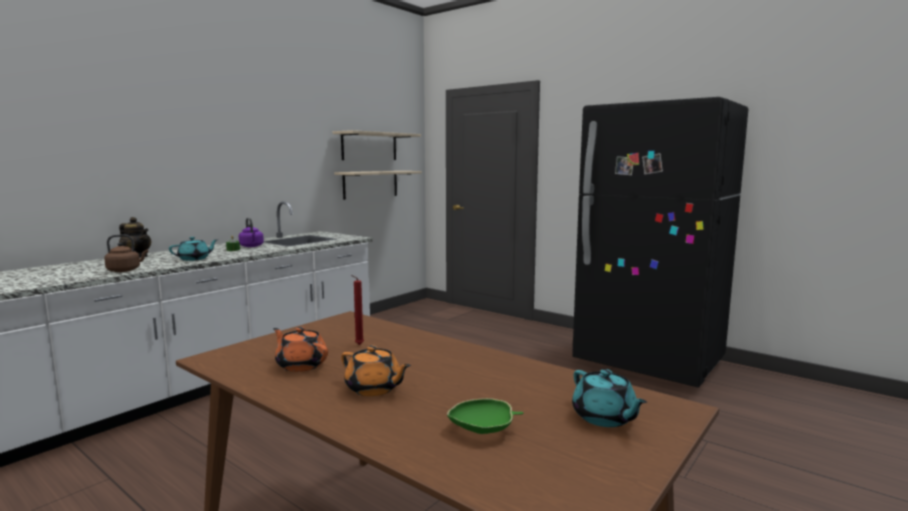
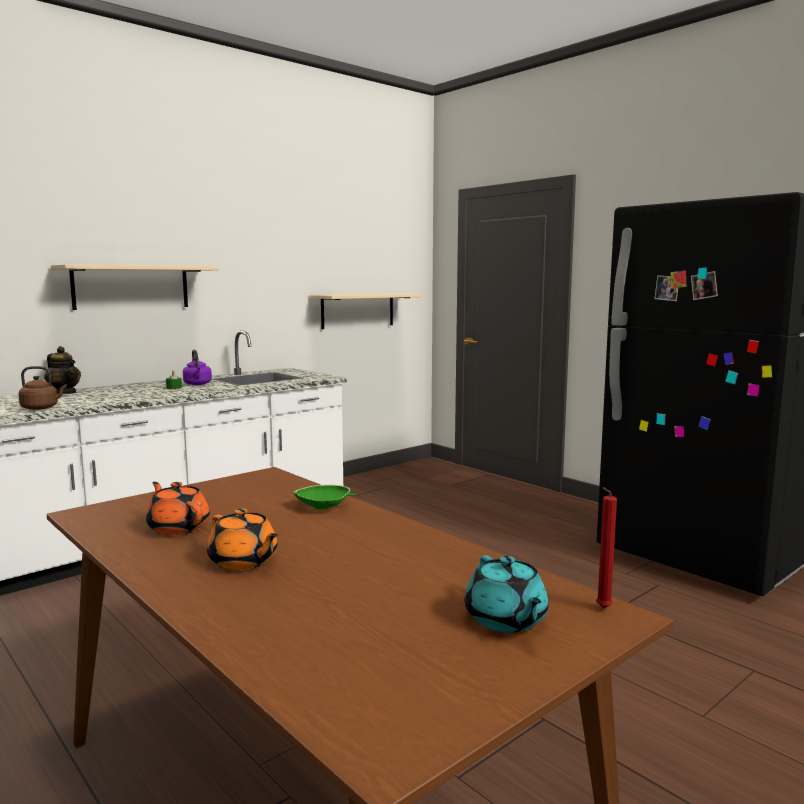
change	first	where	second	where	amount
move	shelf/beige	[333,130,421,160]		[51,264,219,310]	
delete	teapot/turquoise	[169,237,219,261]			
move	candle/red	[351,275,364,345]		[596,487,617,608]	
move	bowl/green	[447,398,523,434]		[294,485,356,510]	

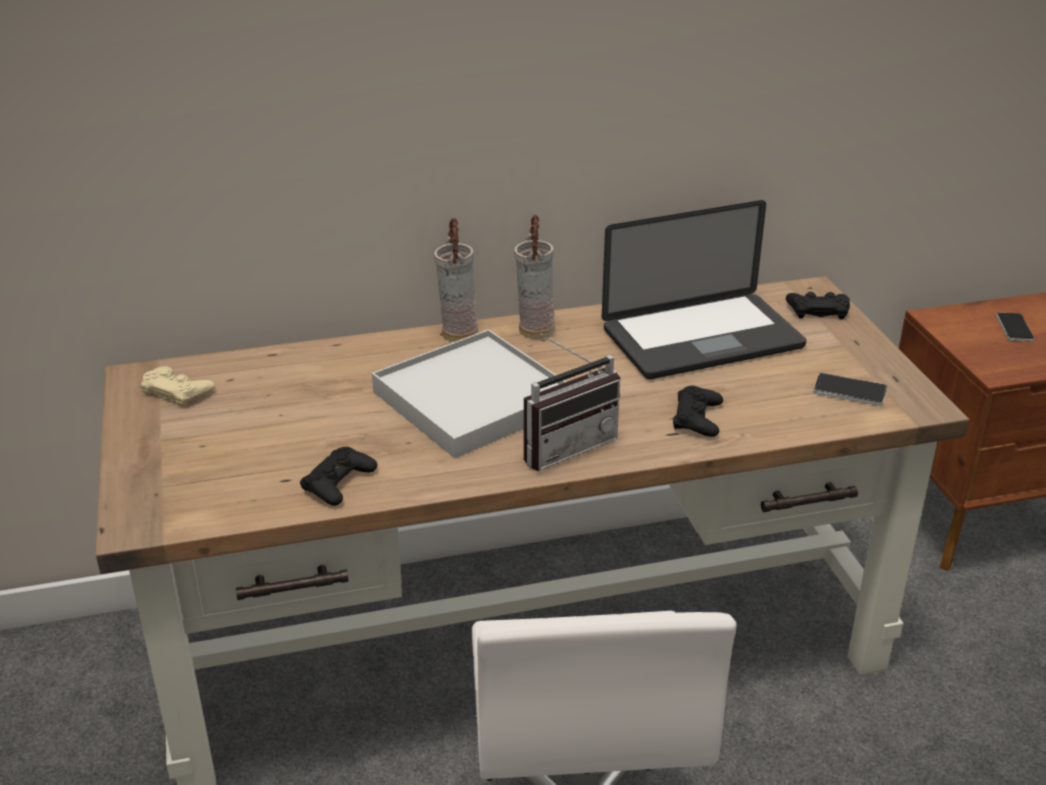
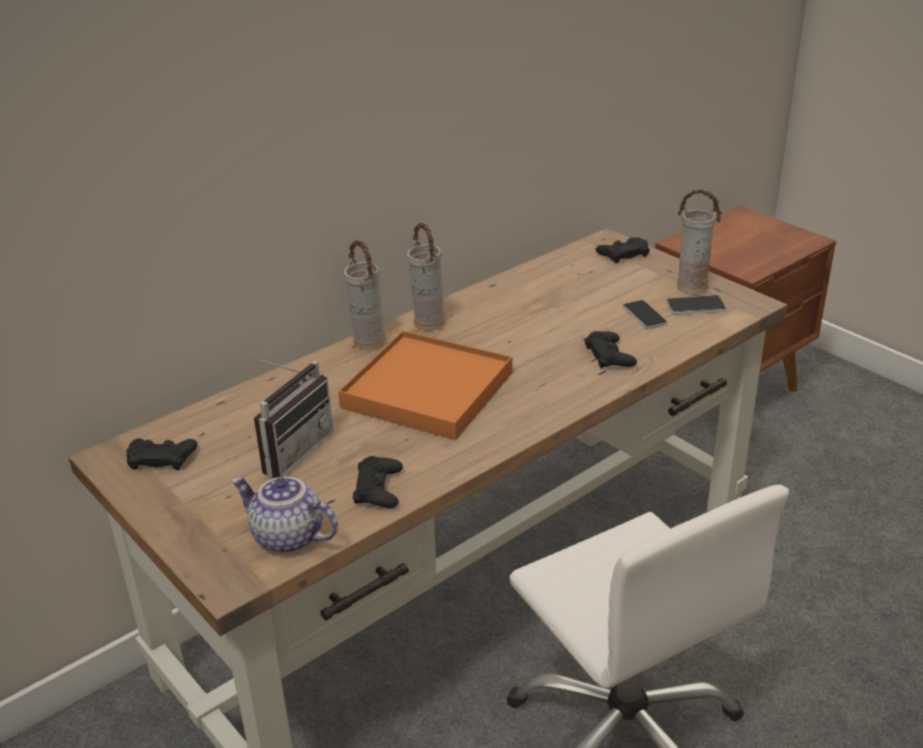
change	first	where	second	where	amount
delete	laptop	[602,200,807,379]			
move	phone	[996,313,1034,342]		[623,300,667,329]	
recolor	tray/white	[372,329,566,458]	tray/orange	[338,331,512,440]	
move	radio	[524,333,620,471]		[250,357,333,479]	
recolor	game controller/beige	[140,366,215,407]	game controller/black	[126,439,198,470]	
insert			vase	[677,189,722,294]	
insert			teapot	[231,476,338,553]	

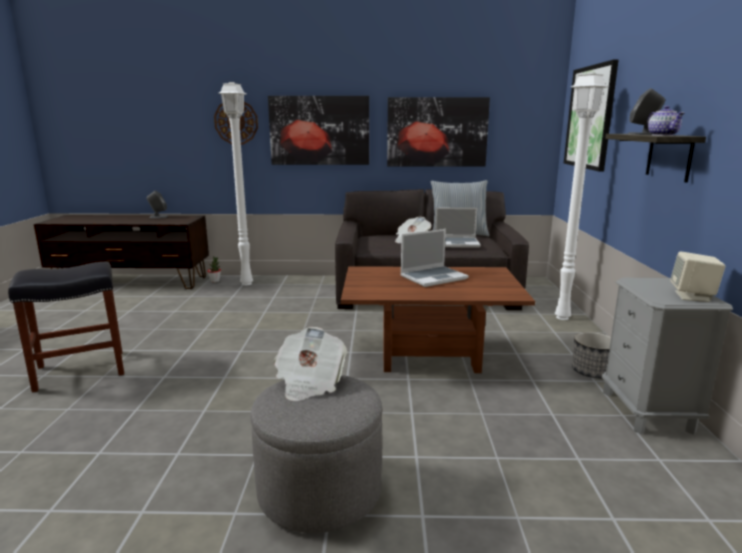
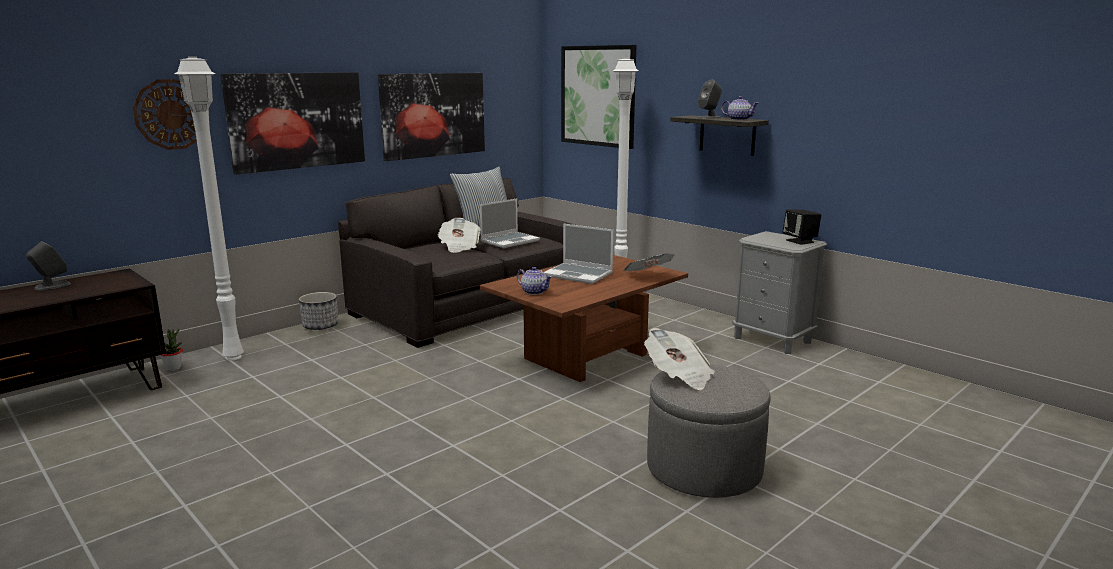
change	first	where	second	where	amount
rotate	laptop	[400,229,469,287]		[543,224,613,284]	105 degrees clockwise
recolor	speaker/beige	[670,251,726,302]	speaker/black	[783,209,821,245]	
delete	stool/black	[8,262,124,392]			
move	planter	[572,332,611,378]		[299,292,338,330]	
insert			newspaper	[623,253,674,271]	
insert			teapot	[516,267,552,295]	

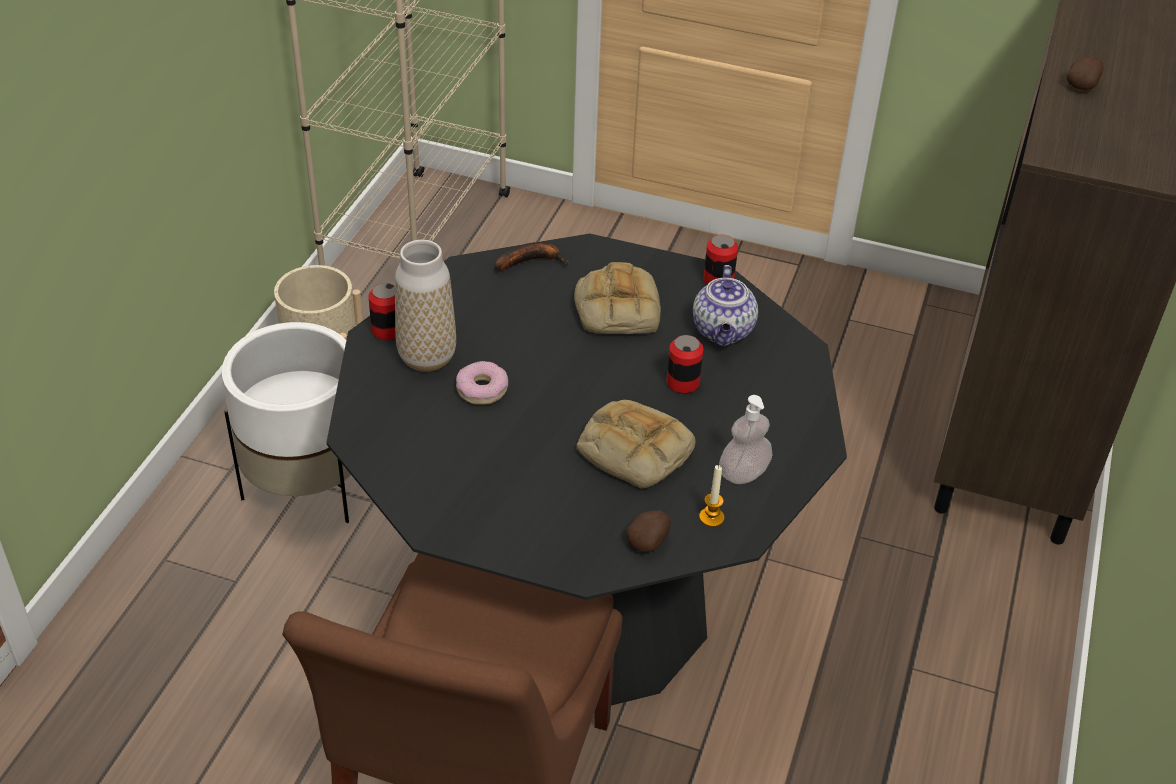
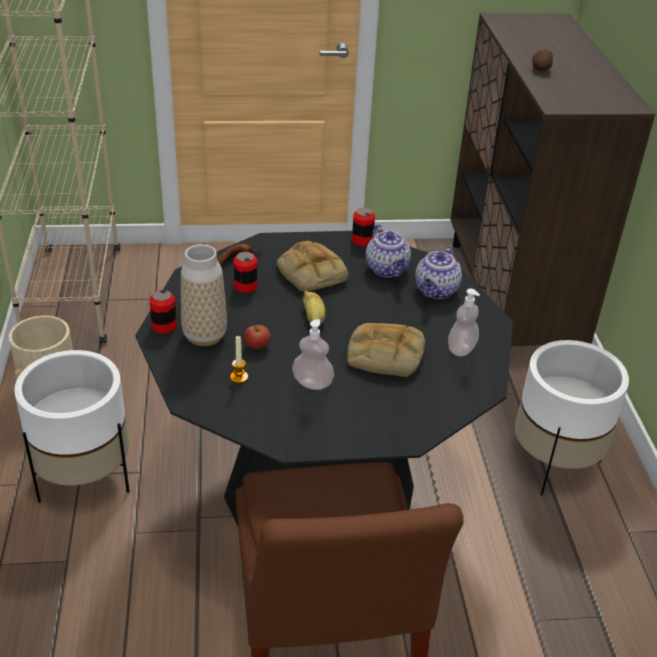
change	first	where	second	where	amount
move	can	[667,335,703,393]		[234,252,257,293]	
replace	donut	[456,361,508,405]	apple	[244,325,270,349]	
move	candle	[699,465,725,527]		[230,336,248,383]	
delete	potato	[626,511,671,552]			
insert			teapot	[415,245,462,299]	
insert			banana	[303,287,325,324]	
insert			soap dispenser	[292,319,334,390]	
insert			planter/white	[515,340,629,495]	

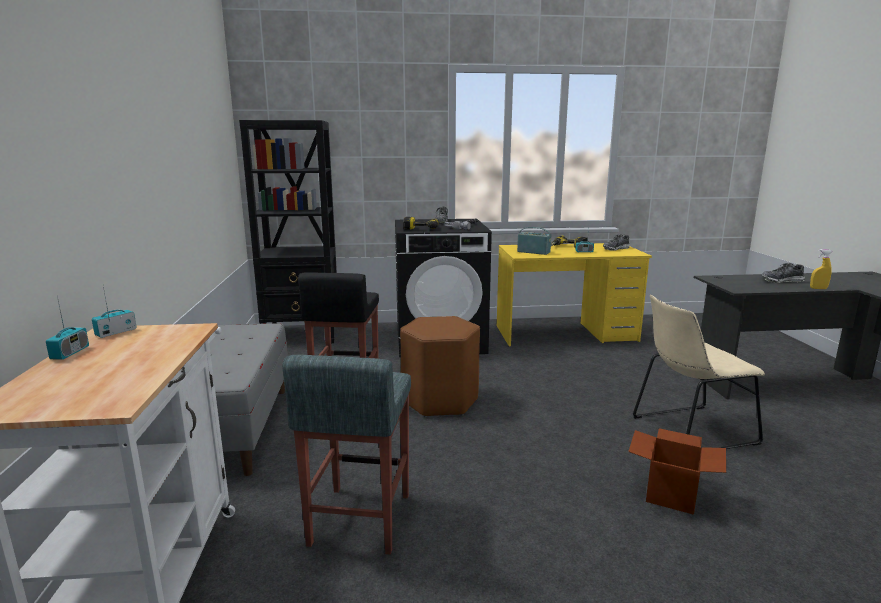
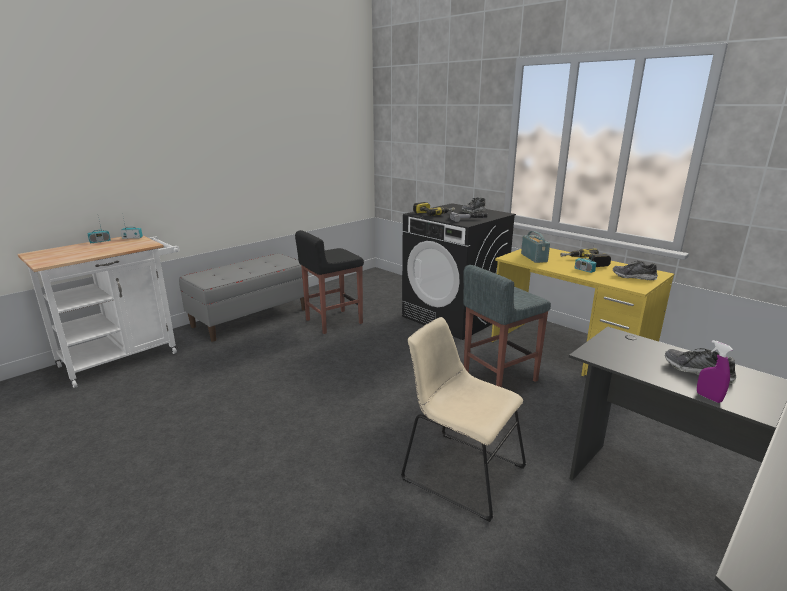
change	first	where	second	where	amount
delete	bookcase/black	[239,120,337,343]			
recolor	spray bottle/yellow	[810,249,832,289]	spray bottle/purple	[697,340,733,403]	
delete	stool/brown	[400,316,480,417]			
move	stool/grey	[282,355,411,555]		[463,265,551,387]	
delete	cardboard box	[628,428,726,515]			

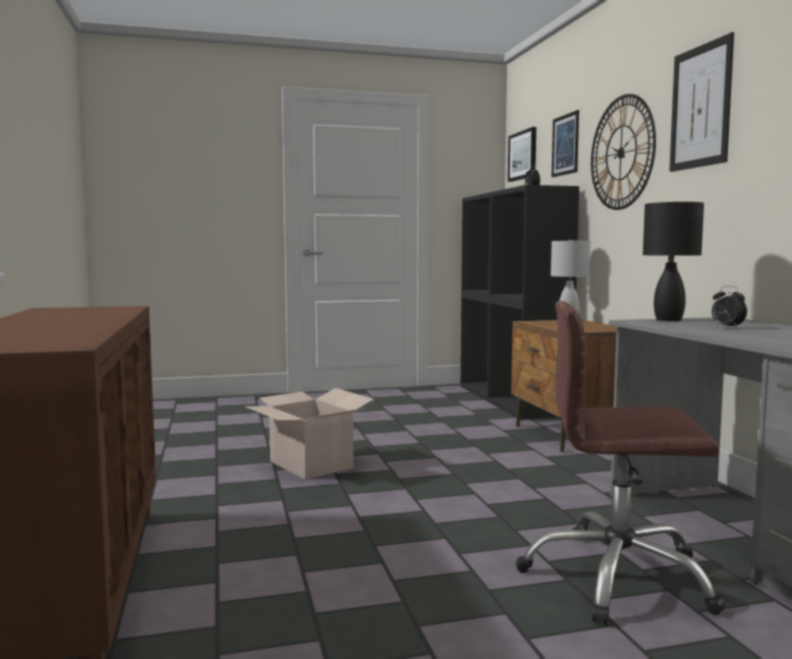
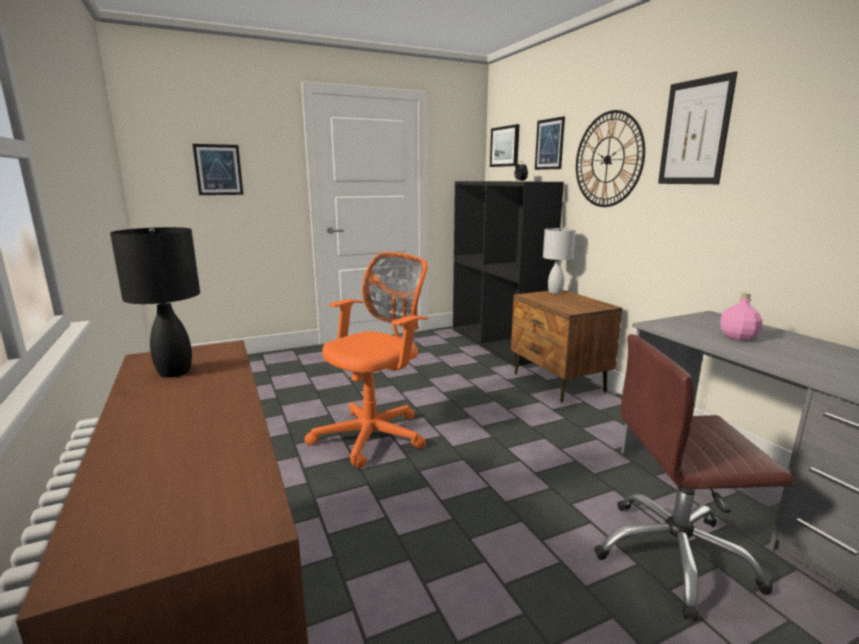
change	first	where	second	where	amount
move	table lamp/black	[643,202,704,321]		[110,227,200,377]	
replace	alarm clock	[712,286,747,329]	bottle/pink	[720,293,763,341]	
replace	cardboard box	[245,388,374,479]	office chair/orange	[304,252,428,468]	
insert			picture	[193,144,244,195]	

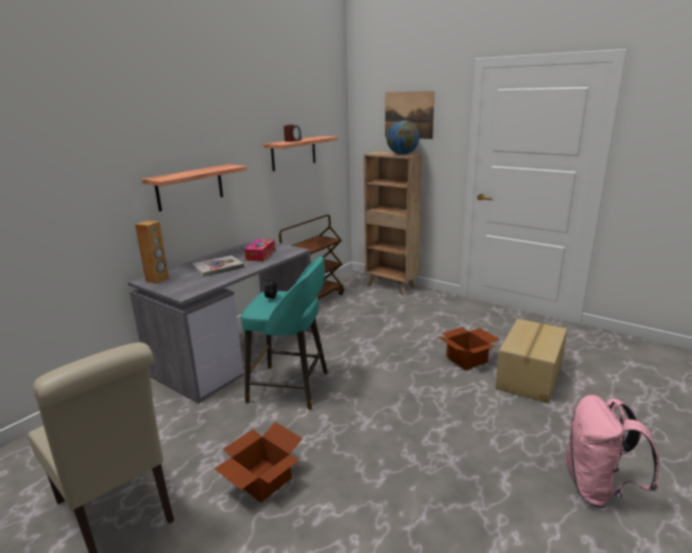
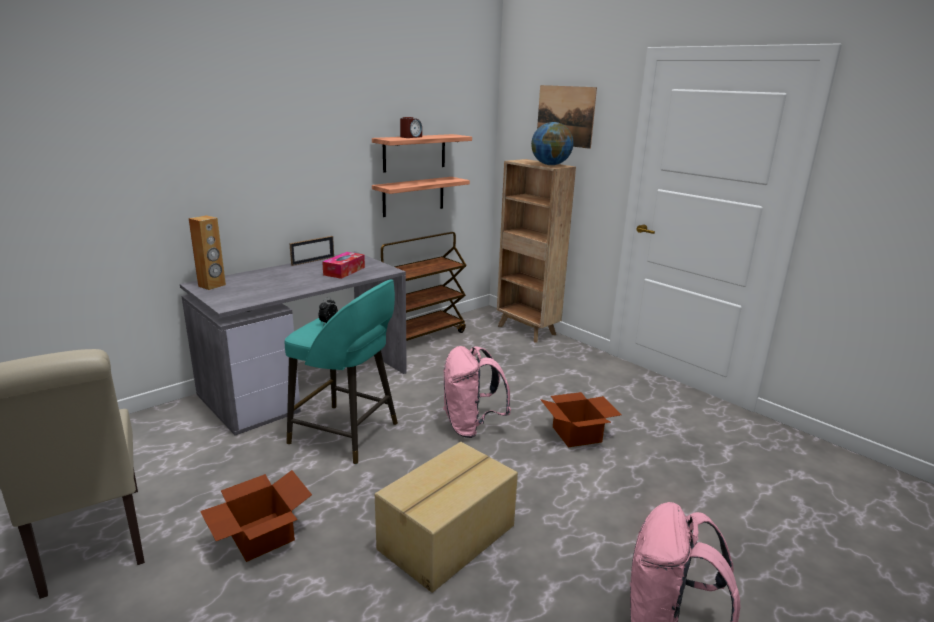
change	first	where	second	where	amount
move	shelf	[141,164,247,211]		[372,177,470,217]	
delete	book	[192,255,244,277]			
move	cardboard box	[495,319,567,403]		[375,442,518,593]	
insert			picture frame	[289,236,334,266]	
insert			backpack/pink	[443,346,511,438]	

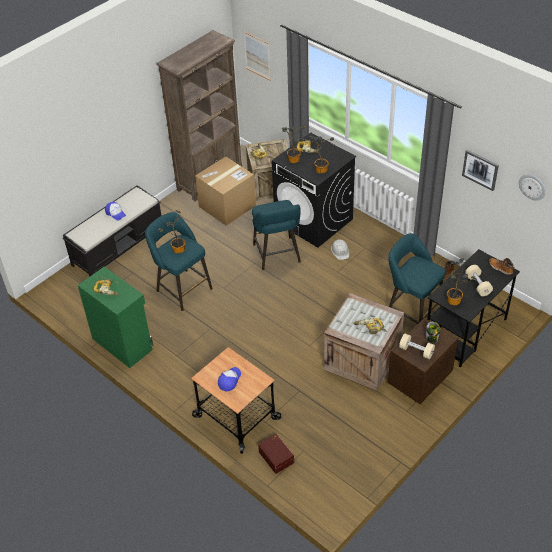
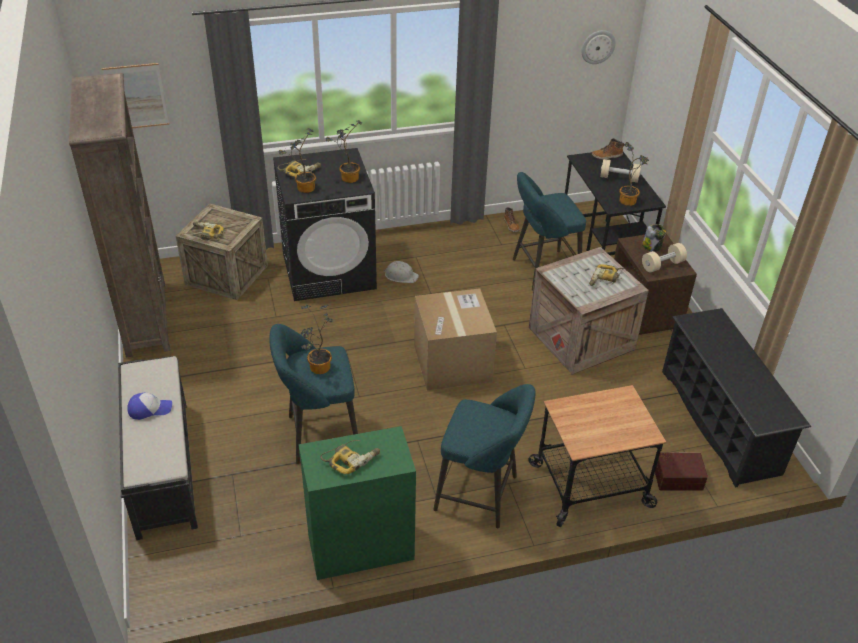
change	first	where	second	where	amount
delete	picture	[462,150,499,191]			
move	cardboard box	[195,157,256,226]		[414,288,497,390]	
move	stool/turquoise	[252,200,301,270]		[433,384,536,529]	
delete	cap	[218,367,241,391]			
insert			shoe rack/black	[662,308,811,488]	

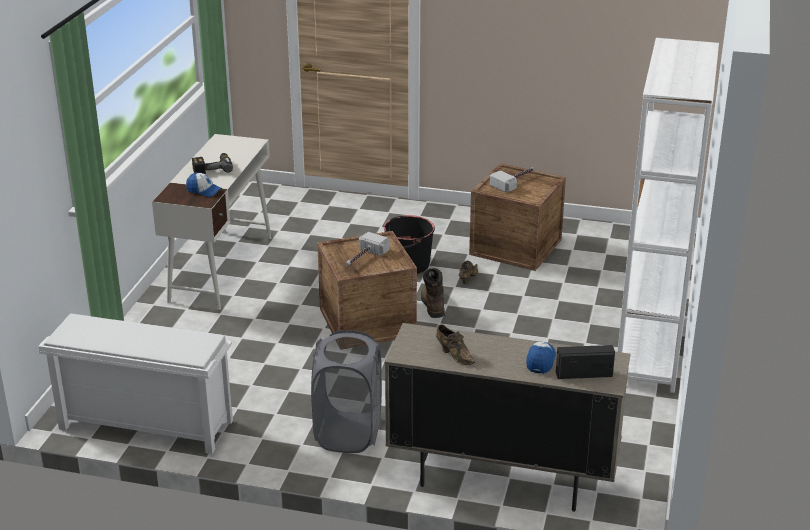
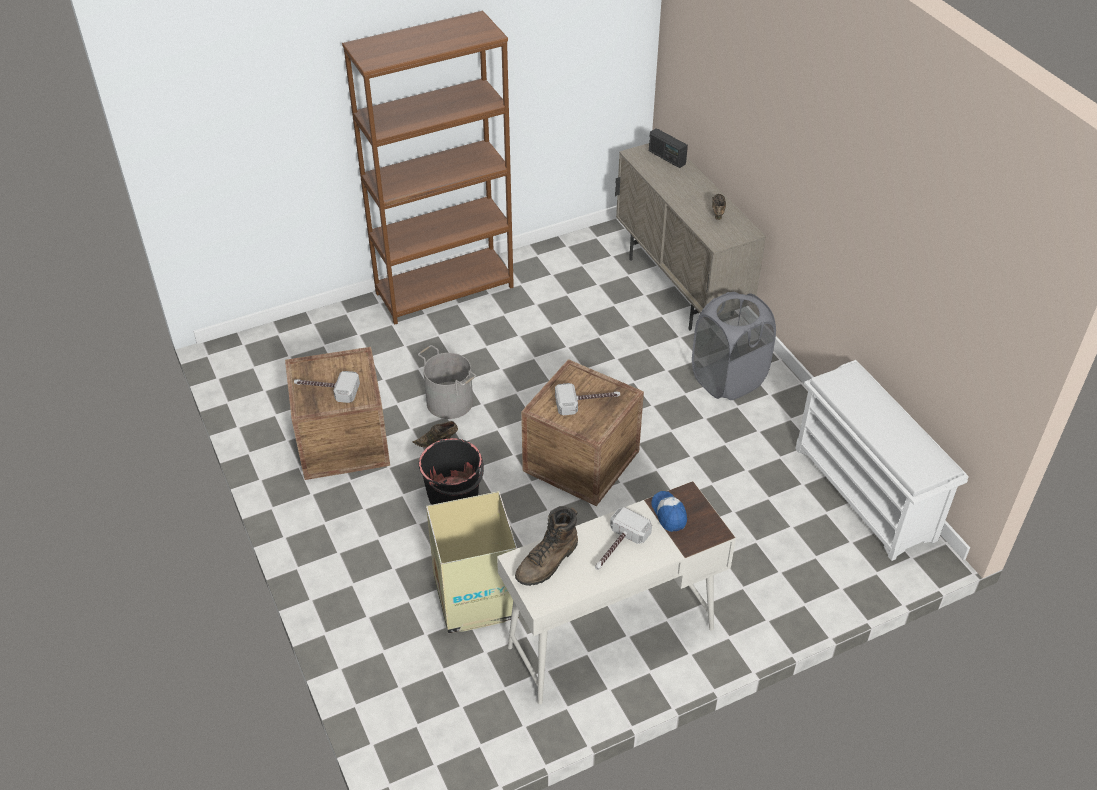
change	first	where	second	where	amount
recolor	bookcase/white	[618,38,719,393]	bookcase/brown	[342,10,514,325]	
replace	power drill	[192,153,233,174]	hammer	[595,507,652,570]	
move	boot/brown	[421,268,445,318]		[515,506,578,586]	
delete	cap	[526,342,556,374]			
insert			bucket/grey	[418,345,476,419]	
insert			cardboard box	[426,491,519,634]	

